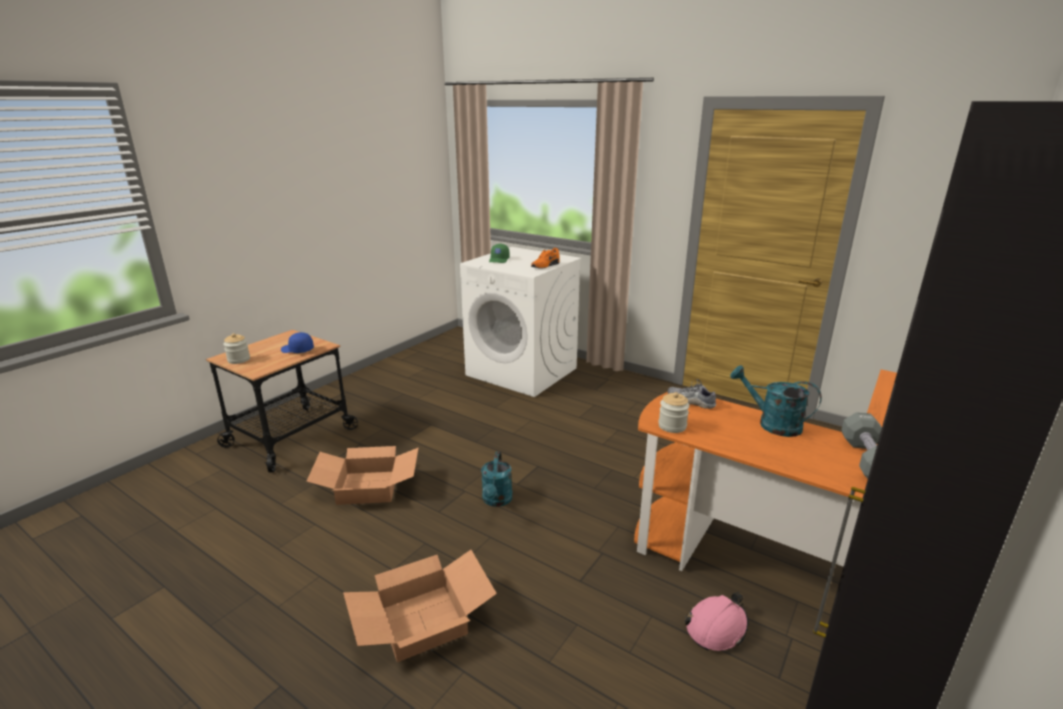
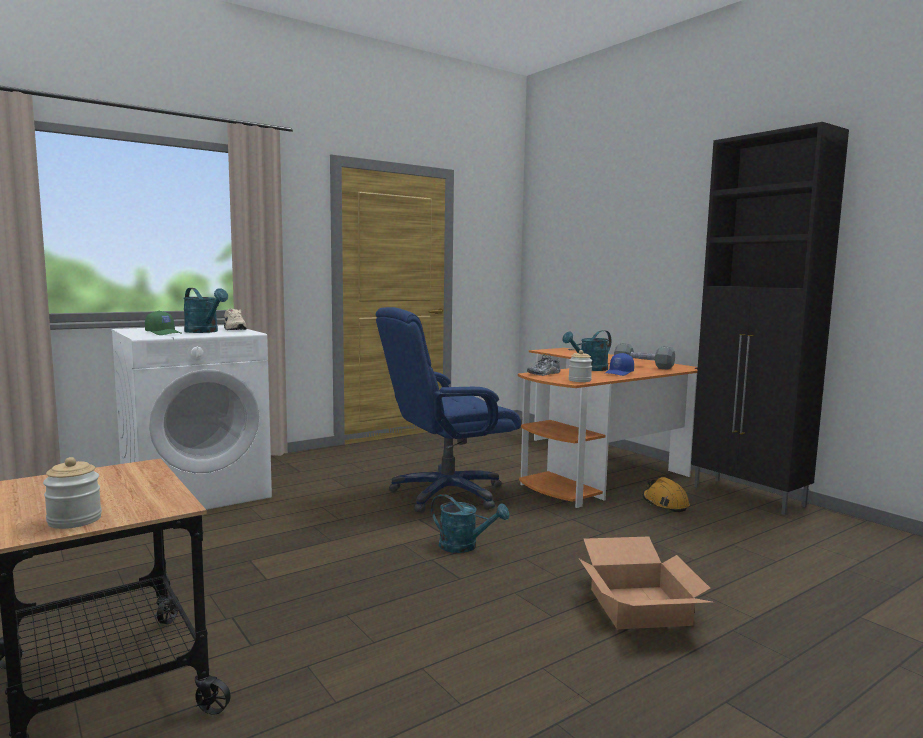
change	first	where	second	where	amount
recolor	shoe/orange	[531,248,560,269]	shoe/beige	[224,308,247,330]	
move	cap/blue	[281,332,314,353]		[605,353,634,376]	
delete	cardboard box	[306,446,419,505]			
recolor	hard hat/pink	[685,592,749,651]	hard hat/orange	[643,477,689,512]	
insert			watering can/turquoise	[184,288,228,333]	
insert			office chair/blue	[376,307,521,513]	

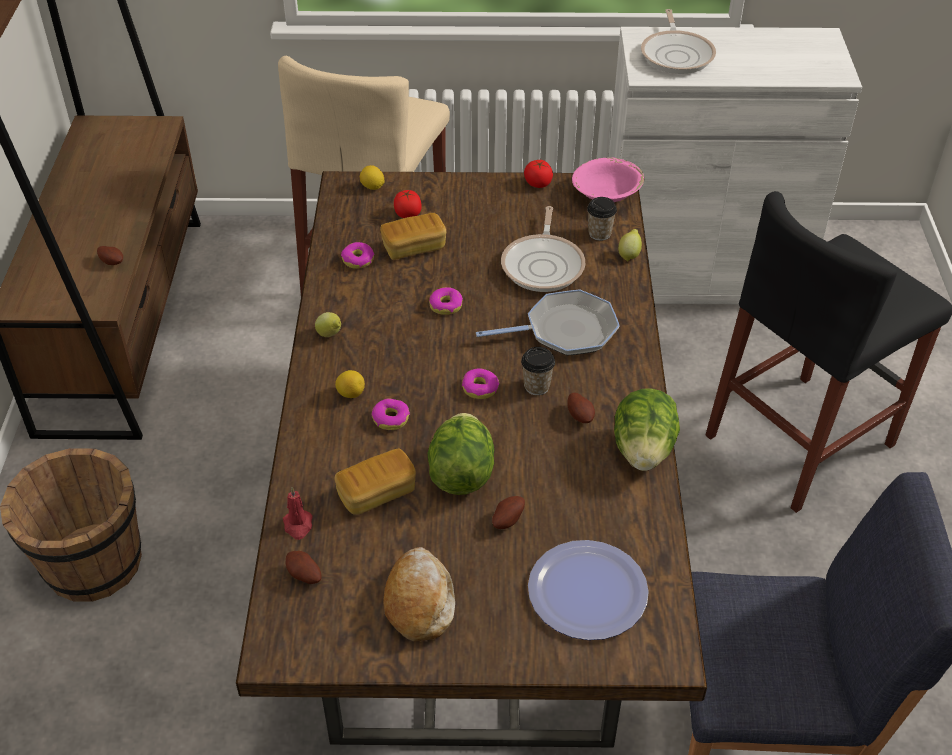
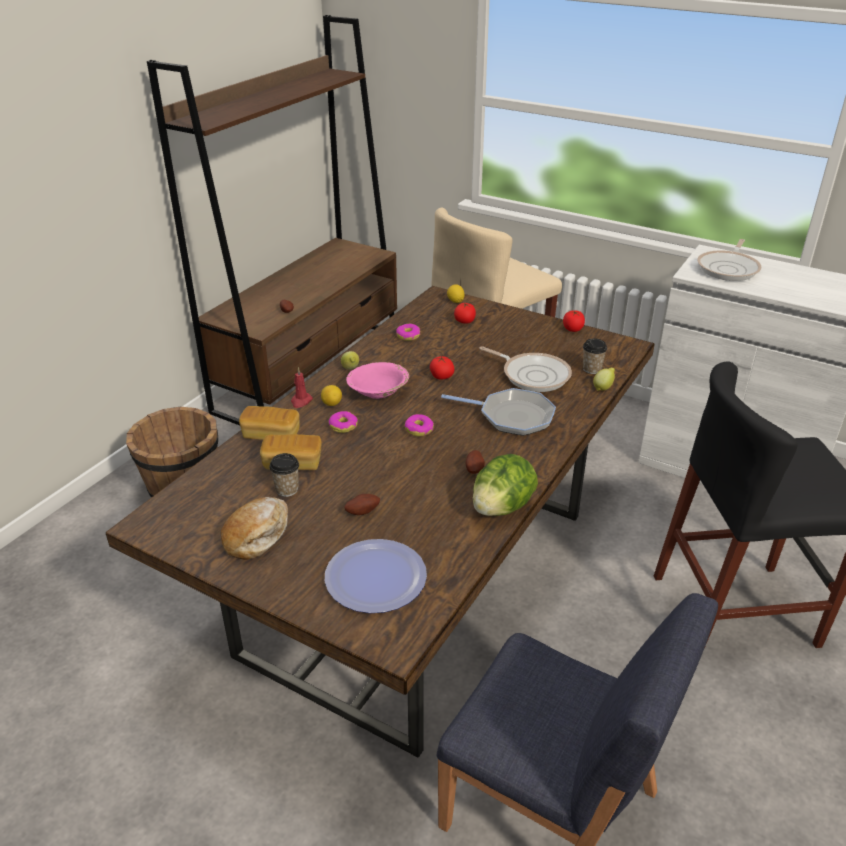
change	first	where	second	where	amount
move	bowl/pink	[572,158,644,202]		[346,362,409,399]	
rotate	frying pan	[501,206,585,292]		[479,346,572,392]	90 degrees counterclockwise
move	bread	[380,213,446,260]		[239,406,300,440]	
replace	donut	[429,287,463,315]	tomato	[430,356,454,380]	
move	cup	[521,347,555,395]		[269,453,299,497]	
delete	lettuce	[428,413,494,495]			
move	candle/red	[283,487,312,540]		[291,367,313,408]	
delete	potato	[285,551,322,584]			

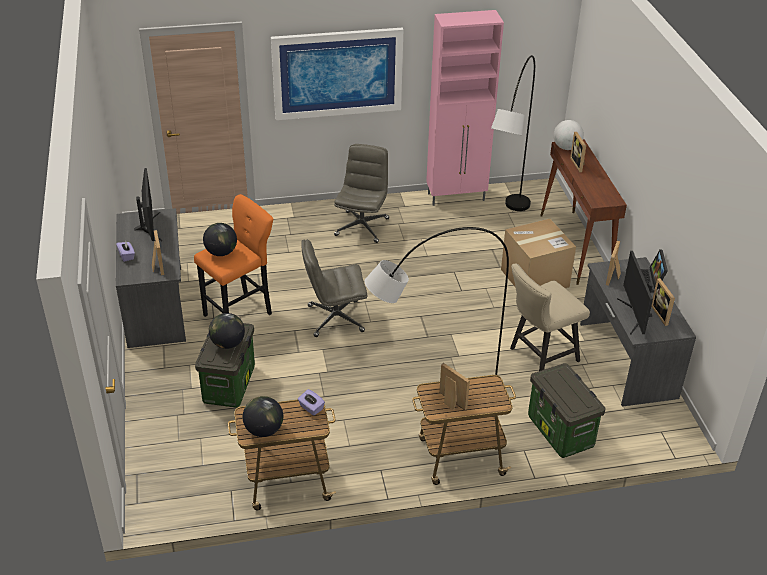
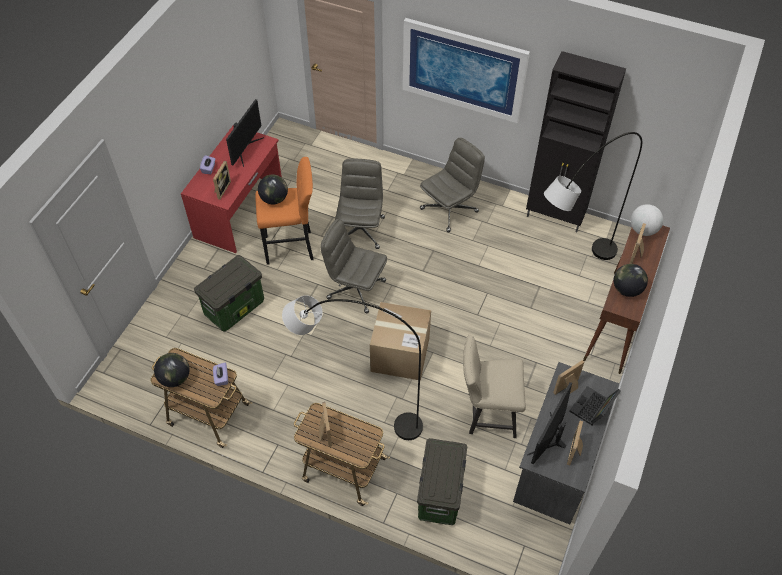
change	first	where	second	where	amount
recolor	cabinet/pink	[426,10,504,206]	cabinet/black	[526,51,626,232]	
recolor	desk/grey	[116,208,186,348]	desk/red	[181,126,282,253]	
move	cardboard box	[501,219,576,288]		[370,302,431,381]	
move	globe	[209,313,245,349]		[614,264,648,297]	
insert			office chair/grey	[335,158,385,249]	

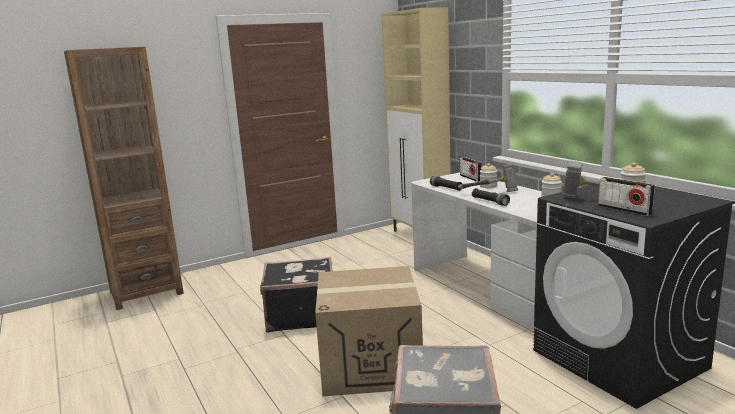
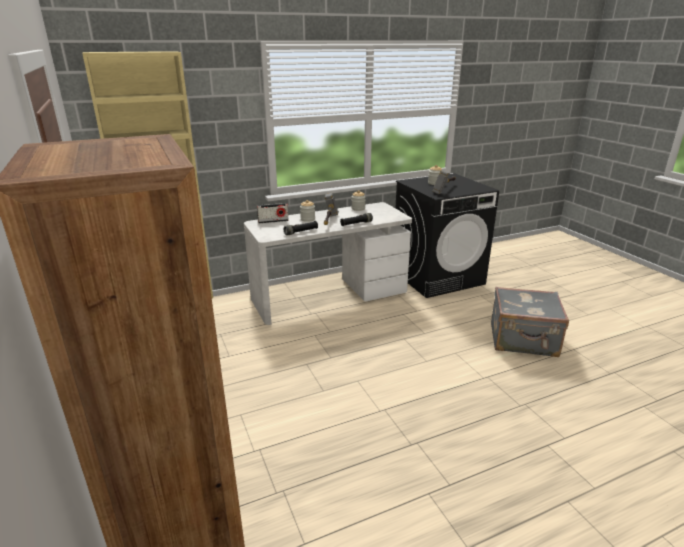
change	first	where	second	where	amount
delete	radio	[598,177,655,216]			
delete	suitcase/black	[260,257,332,333]			
delete	cardboard box	[315,266,423,396]			

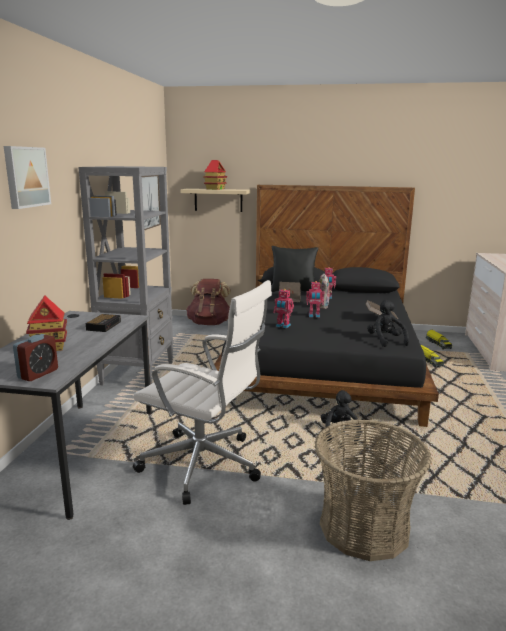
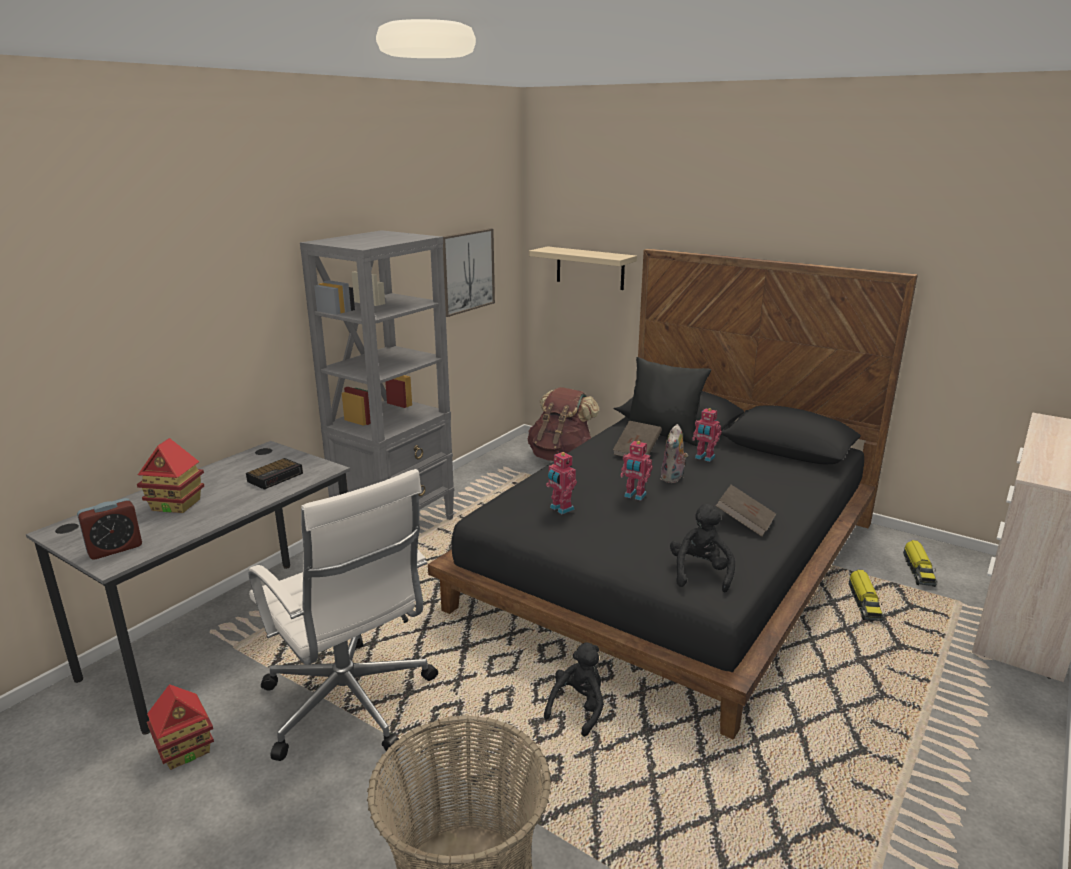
change	first	where	second	where	amount
delete	picture	[4,146,51,209]			
move	toy house	[203,160,227,190]		[147,684,214,770]	

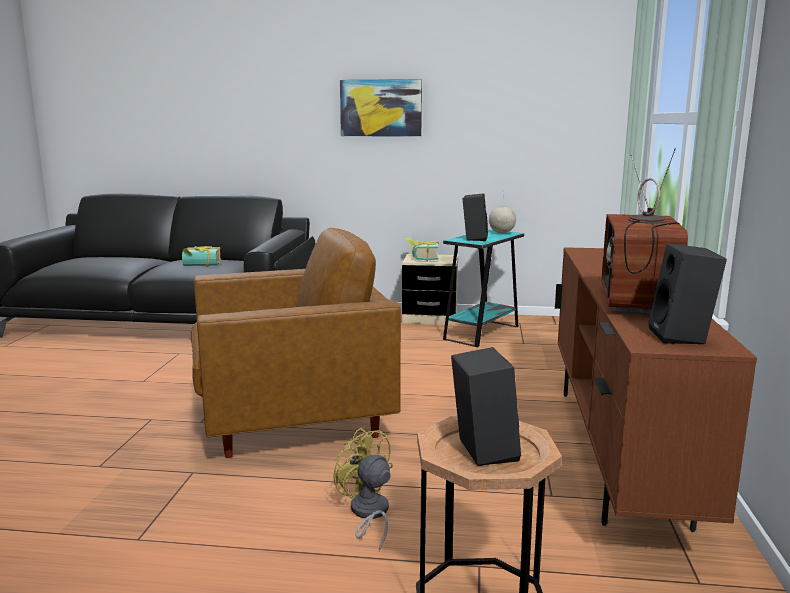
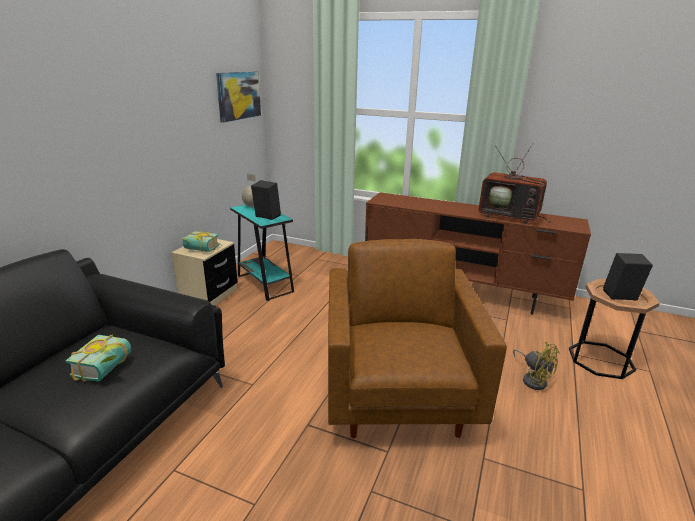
change	first	where	second	where	amount
move	picture	[340,79,422,137]		[216,72,261,123]	
delete	speaker/black	[648,243,727,345]			
rotate	fan/yellow	[333,428,393,551]		[513,342,560,390]	105 degrees counterclockwise

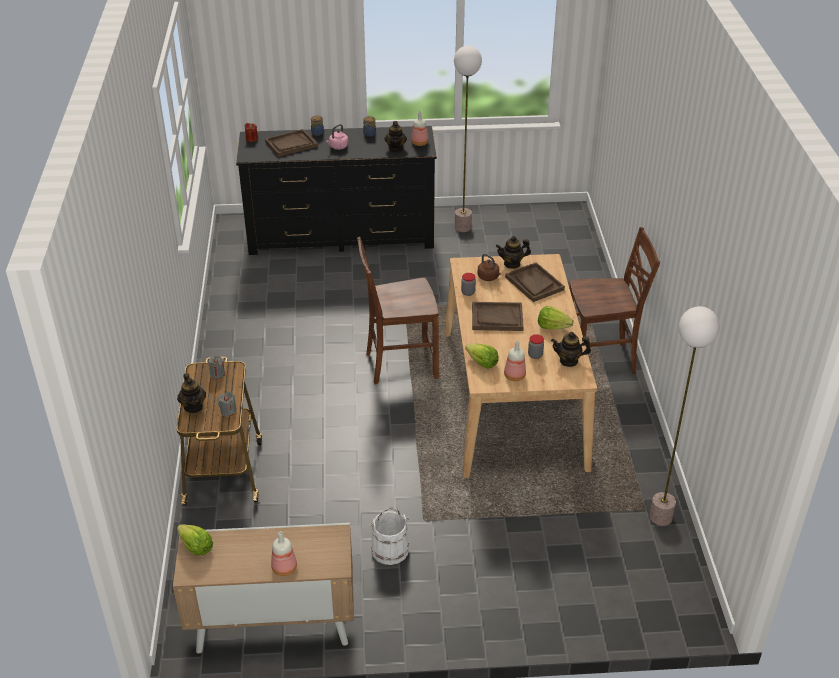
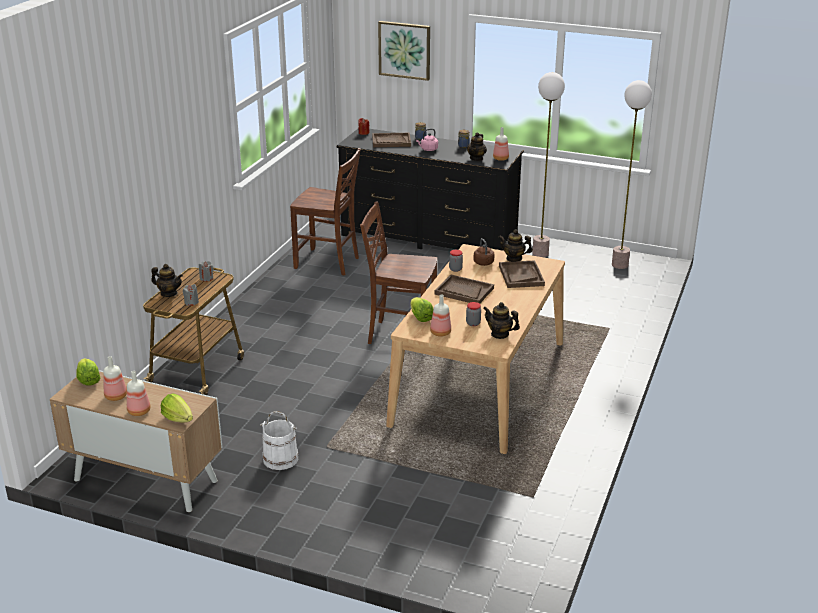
change	first	where	second	where	amount
move	chair/brown	[569,227,660,374]		[290,148,361,276]	
move	lettuce	[538,306,574,330]		[161,393,193,422]	
move	floor lamp	[649,306,720,526]		[612,80,652,269]	
rotate	teapot	[177,373,206,413]		[151,264,183,297]	75 degrees counterclockwise
insert			picture	[378,21,430,81]	
insert			bottle	[104,356,127,401]	

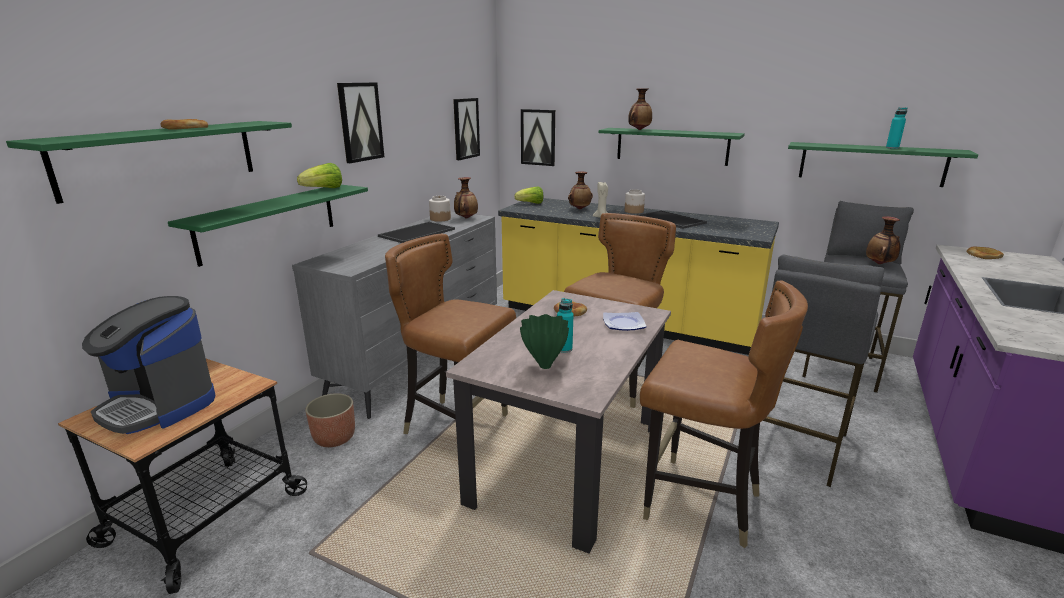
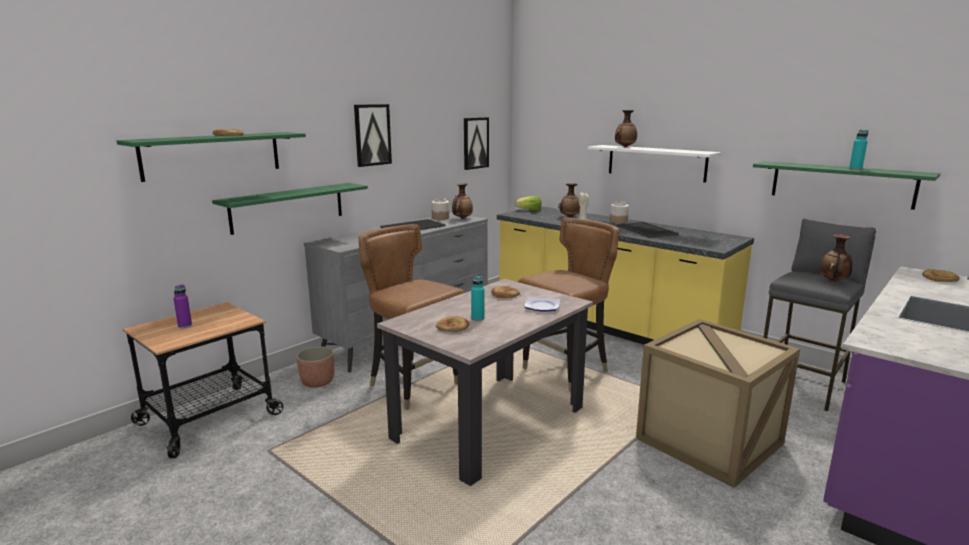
change	first	where	second	where	amount
delete	picture	[521,109,555,166]			
recolor	shelf/green	[599,128,745,166]	shelf/white	[588,145,721,182]	
delete	lettuce	[297,163,342,188]			
replace	stool/grey	[763,255,885,487]	crate	[636,319,800,488]	
delete	chair/brown	[640,281,808,548]			
replace	coffee machine	[82,296,215,434]	bottle/purple	[174,285,192,328]	
replace	vase/green	[520,314,569,369]	bread	[436,316,469,332]	

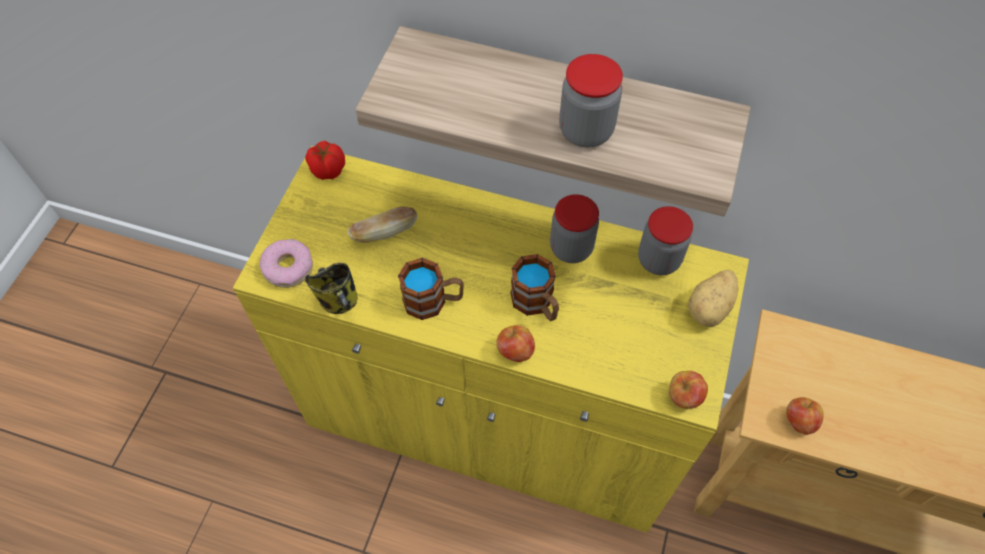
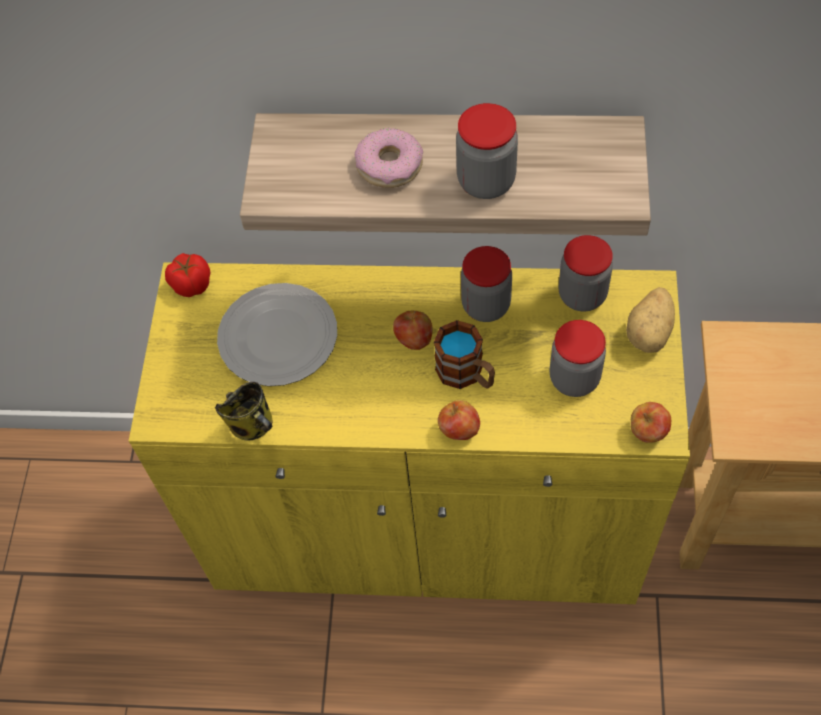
change	first	where	second	where	amount
replace	bread	[348,206,417,243]	plate	[217,283,337,386]	
move	donut	[259,239,313,288]		[355,128,423,188]	
delete	mug	[398,258,464,320]			
move	apple	[786,397,823,435]		[393,311,433,350]	
insert			jar	[549,320,606,397]	

